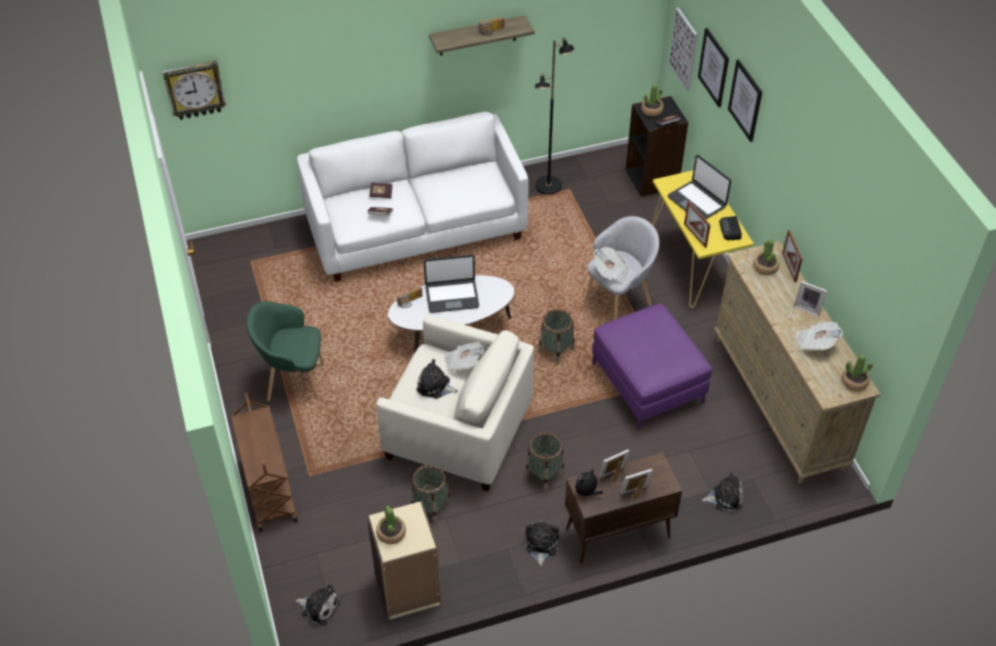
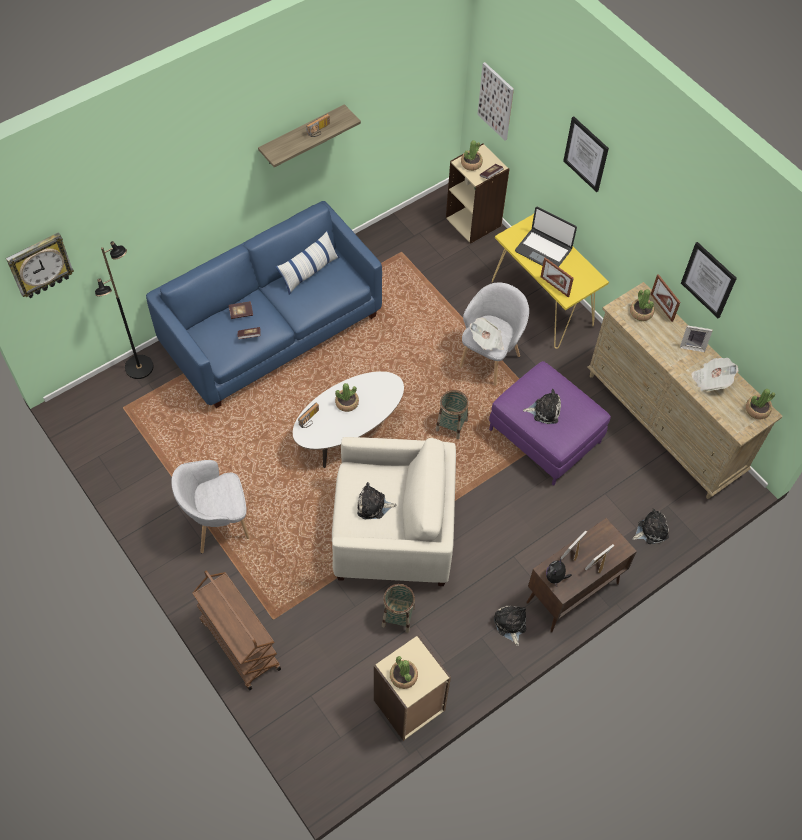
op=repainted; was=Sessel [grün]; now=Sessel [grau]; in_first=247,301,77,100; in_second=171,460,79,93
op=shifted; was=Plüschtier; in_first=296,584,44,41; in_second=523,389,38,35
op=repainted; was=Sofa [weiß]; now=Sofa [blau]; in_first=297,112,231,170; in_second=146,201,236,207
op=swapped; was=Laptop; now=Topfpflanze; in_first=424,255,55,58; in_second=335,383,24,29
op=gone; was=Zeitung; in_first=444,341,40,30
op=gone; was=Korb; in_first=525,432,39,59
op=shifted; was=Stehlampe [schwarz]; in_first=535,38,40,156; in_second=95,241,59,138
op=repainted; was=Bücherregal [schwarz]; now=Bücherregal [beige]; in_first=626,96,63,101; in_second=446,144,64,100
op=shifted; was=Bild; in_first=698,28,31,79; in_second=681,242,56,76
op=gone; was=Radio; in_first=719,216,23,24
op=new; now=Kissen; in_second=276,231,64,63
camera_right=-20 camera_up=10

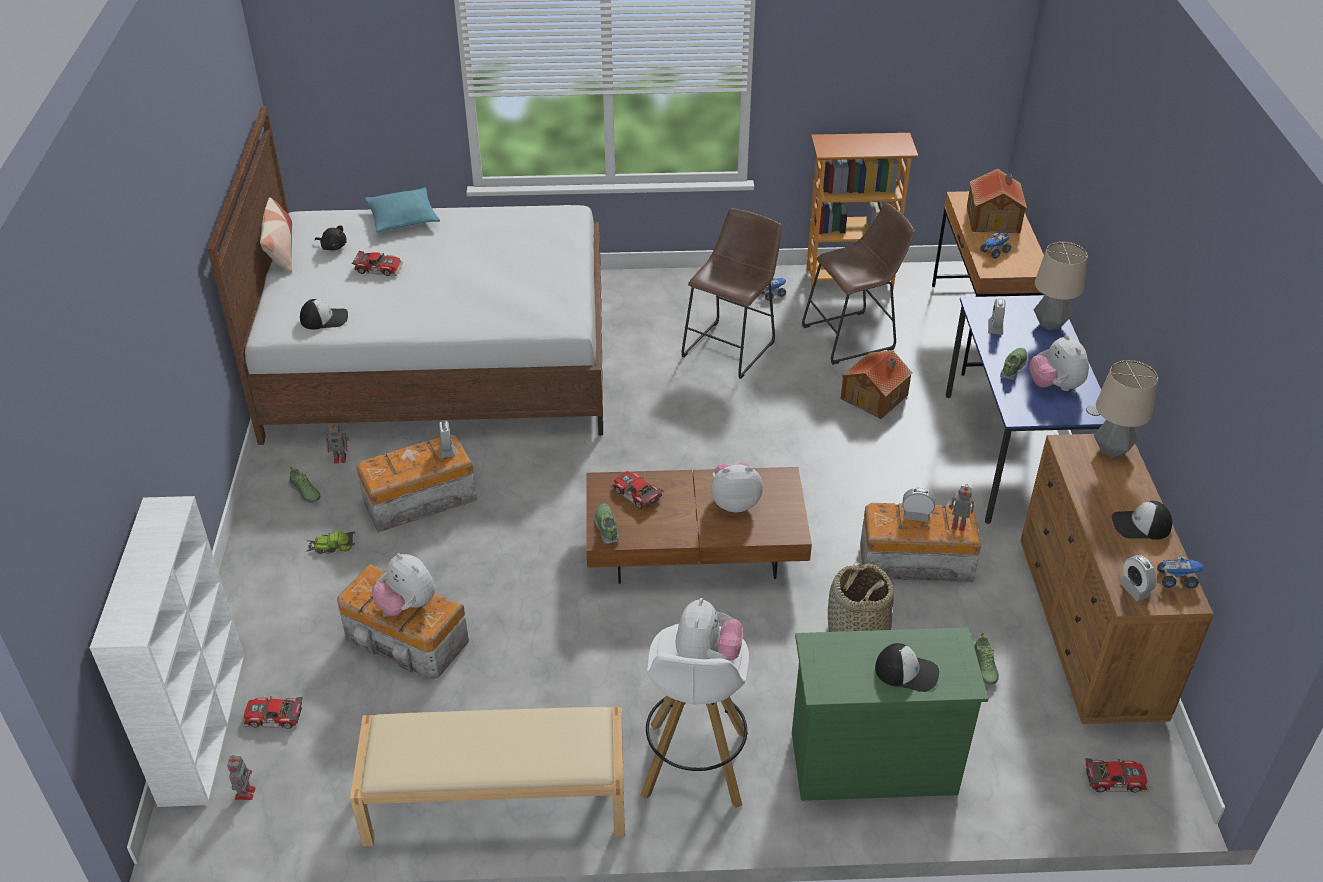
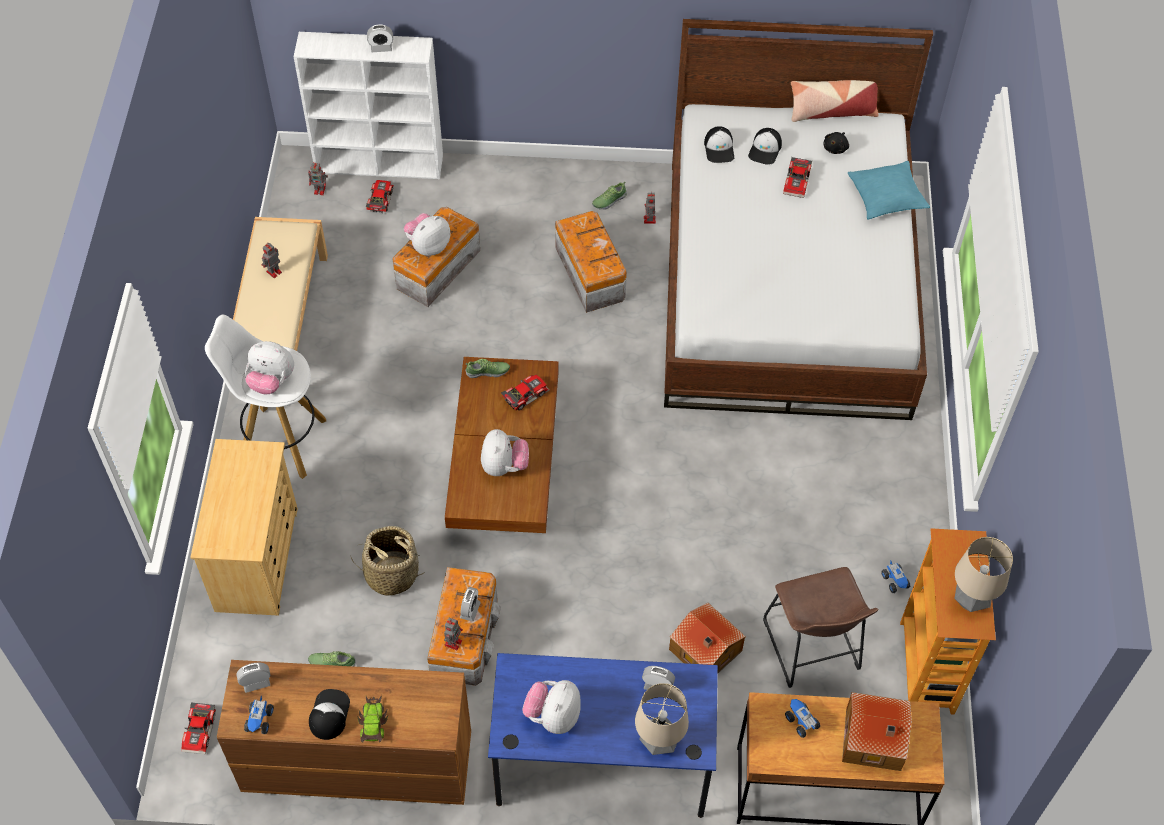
op=shifted; was=Spielzeugauto; in_first=305,530,50,24; in_second=357,695,31,48
op=shifted; was=Wecker; in_first=439,421,17,37; in_second=367,24,26,28
op=gone; was=Hocker [braun]; in_first=681,208,101,171
op=repainted; was=Kommode [grün]; now=Kommode [beige]; in_first=792,628,197,173; in_second=190,439,108,177
op=shifted; was=Kappe; in_first=875,643,64,49; in_second=748,128,34,37
op=gone; was=Schuh; in_first=1000,348,27,32
op=rotated; was=Plüschtier; in_first=1029,335,60,56; in_second=522,680,59,54; clockwise=-60
op=shifted; was=Tischlampe; in_first=1094,360,64,98; in_second=954,537,59,75
op=new; now=Spielzeugroboter; in_second=261,243,21,35
camera_right=95 camera_up=15

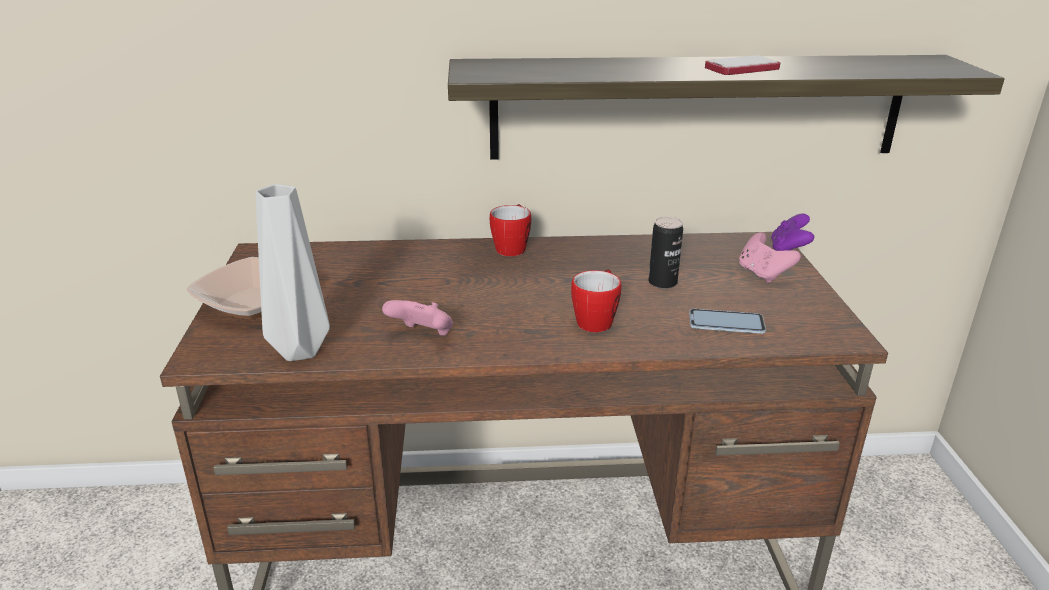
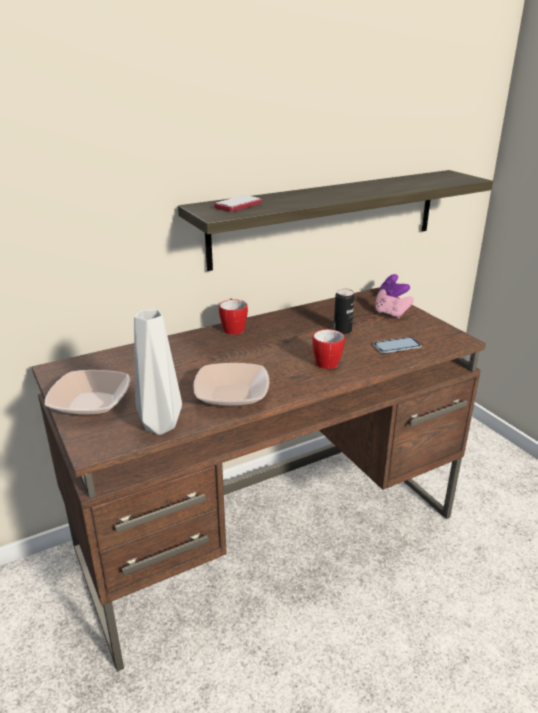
op=swapped; was=Gamepad [rosa]; now=Schüssel; in_first=382,300,71,36; in_second=194,363,76,45
op=shifted; was=Handy; in_first=705,55,75,20; in_second=214,195,48,17
camera_right=-25 camera_up=0

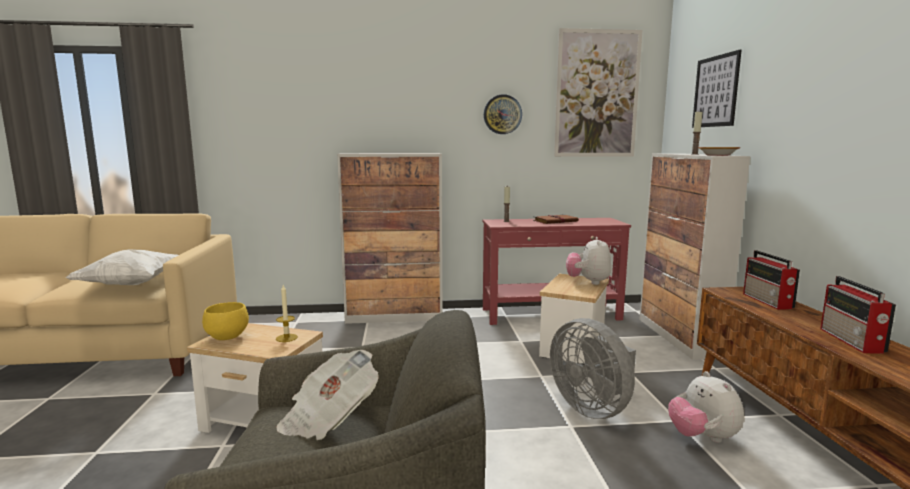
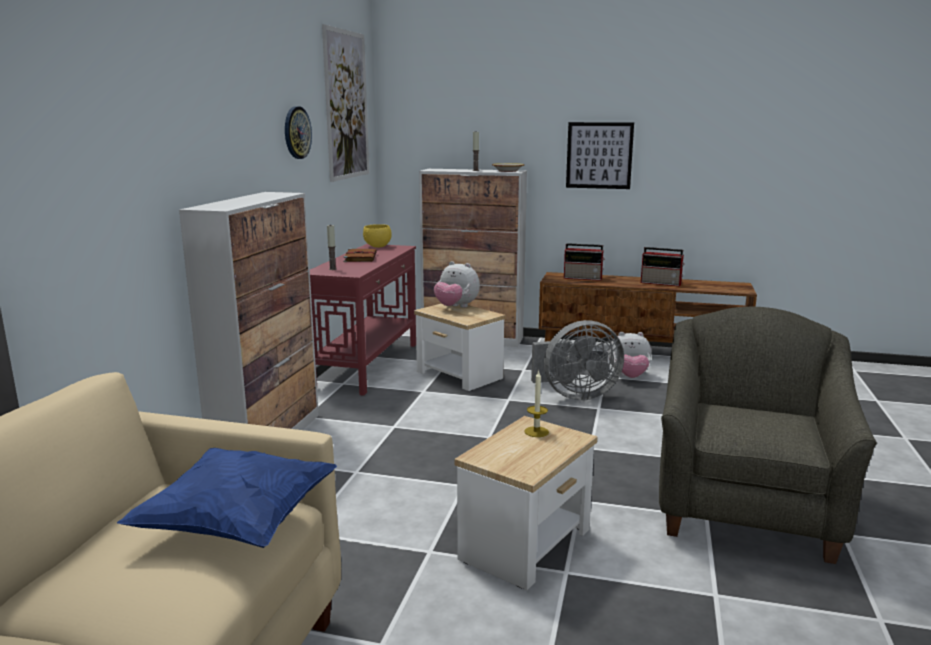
op=repainted; was=Kissen [weiß]; now=Kissen [blau]; in_first=65,249,113,36; in_second=117,448,220,100
op=shifted; was=Schüssel [gelb]; in_first=202,302,47,38; in_second=363,224,29,24
op=gone; was=Zeitung; in_first=276,350,103,90
op=shifted; was=Bild; in_first=692,50,50,78; in_second=566,122,68,67
camera_right=-70 camera_up=5

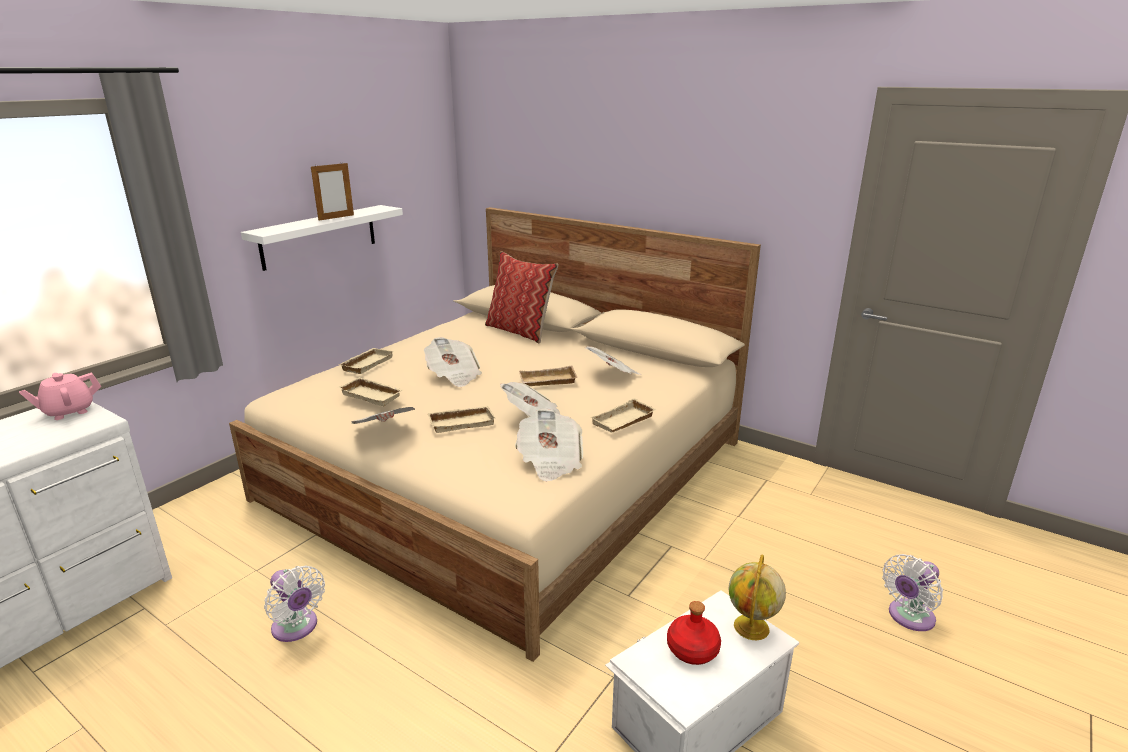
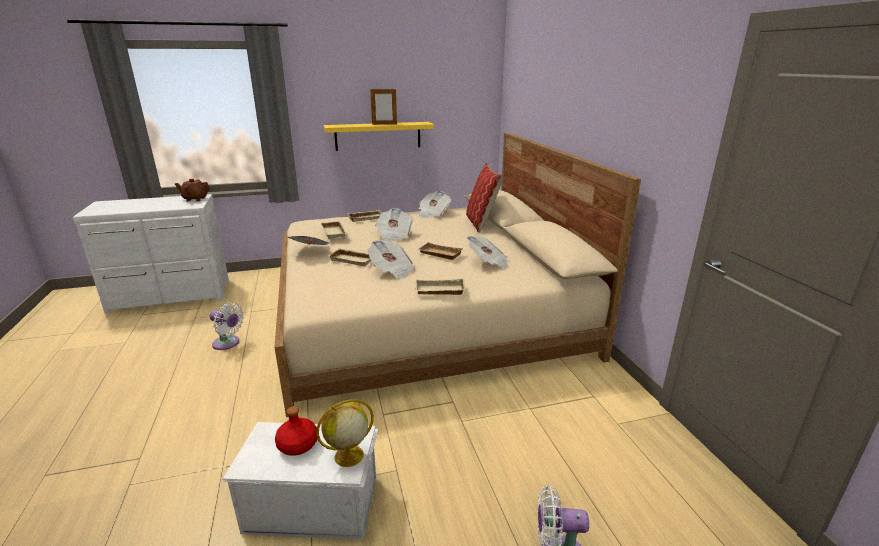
op=repainted; was=Teekanne [rosa]; now=Teekanne [braun]; in_first=19,372,82,48; in_second=175,179,35,22
op=repainted; was=Wandregal [weiß]; now=Wandregal [gelb]; in_first=241,205,162,66; in_second=324,122,110,29
op=rotated; was=Ventilator [weiß]; in_first=264,565,61,77; in_second=210,302,34,48; clockwise=-60
op=shifted; was=Zeitung; in_first=515,409,68,73; in_second=418,191,33,27
camera_right=40 camera_up=0

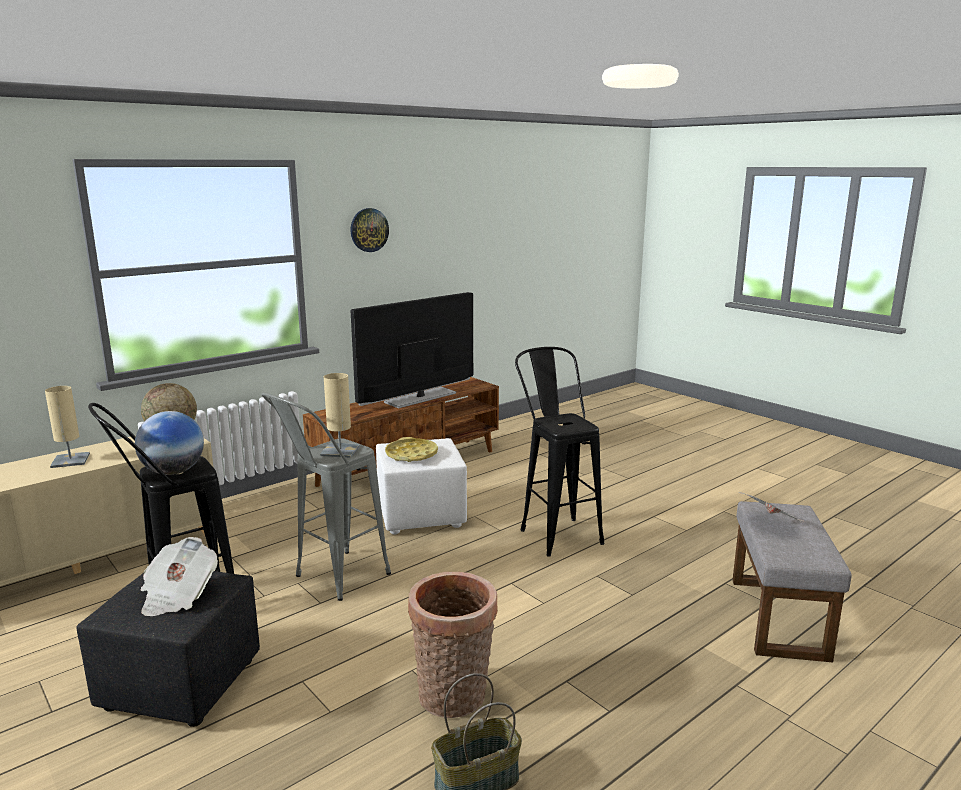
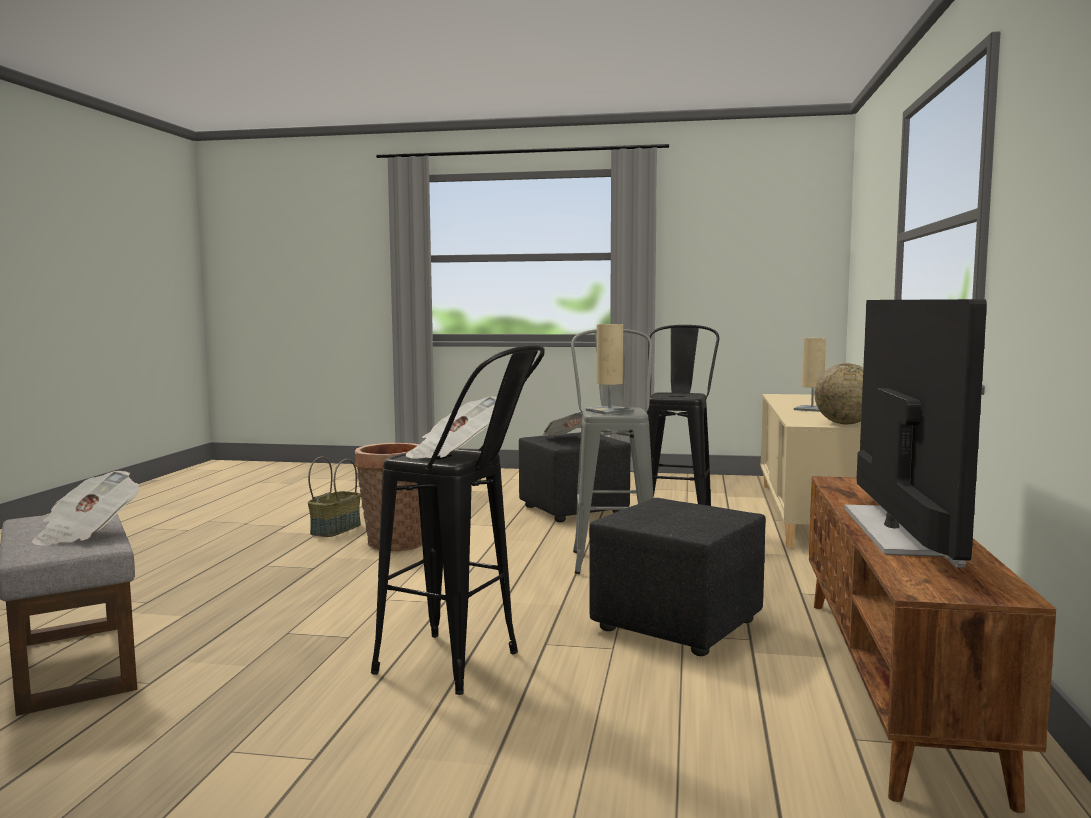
op=gone; was=Globus; in_first=135,411,69,64
op=gone; was=Wanduhr; in_first=350,208,39,44
op=repainted; was=Polsterhocker [weiß]; now=Polsterhocker [schwarz]; in_first=376,438,91,97; in_second=589,498,177,158
op=gone; was=Tablett [gelb]; in_first=385,437,53,25
op=new; now=Zeitung; in_second=406,396,91,63
camera_right=140 camera_up=-10

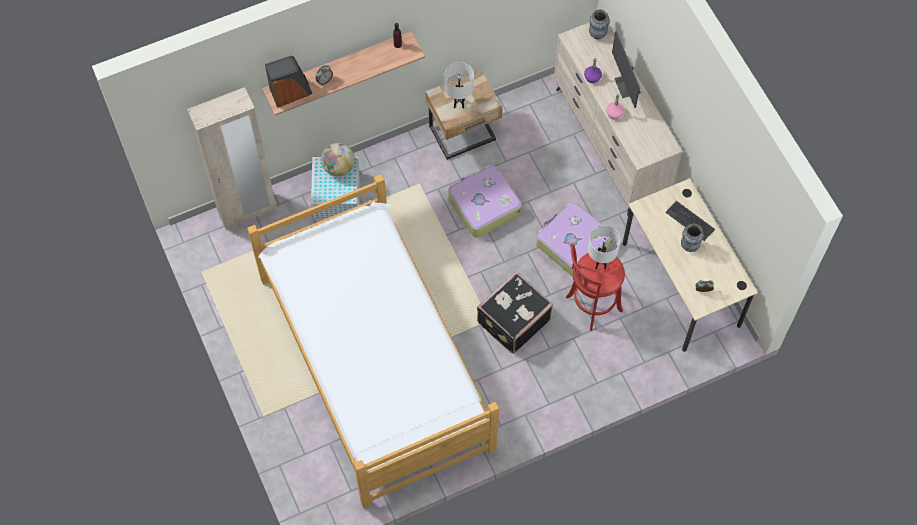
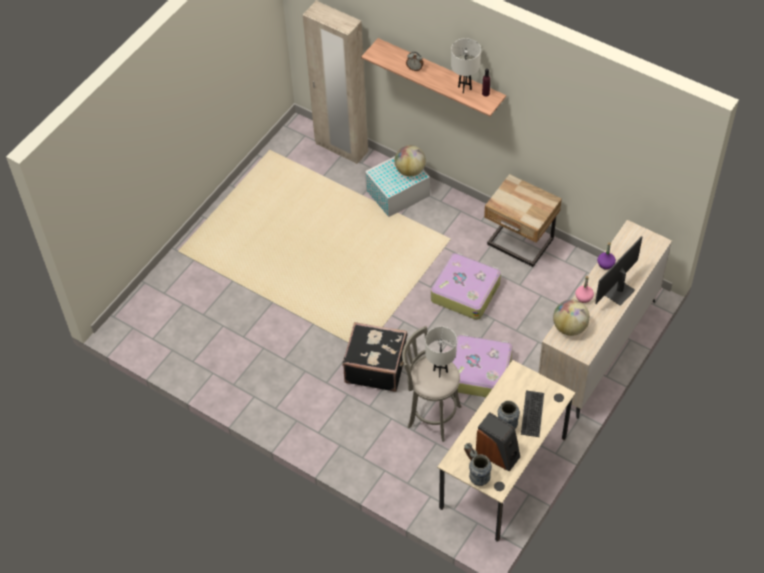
op=gone; was=Bett; in_first=247,174,252,335
op=shifted; was=Lautsprecher; in_first=265,56,47,52; in_second=476,412,44,60
op=shifted; was=Tischlampe [weiß]; in_first=444,62,30,47; in_second=451,38,30,55
op=repainted; was=Hocker [rot]; now=Hocker [grau]; in_first=566,244,59,87; in_second=402,326,60,116
op=shifted; was=Vase; in_first=589,9,21,30; in_second=469,454,23,32
op=new; now=Globus; in_second=553,299,37,37
camera_right=60 camera_up=-10

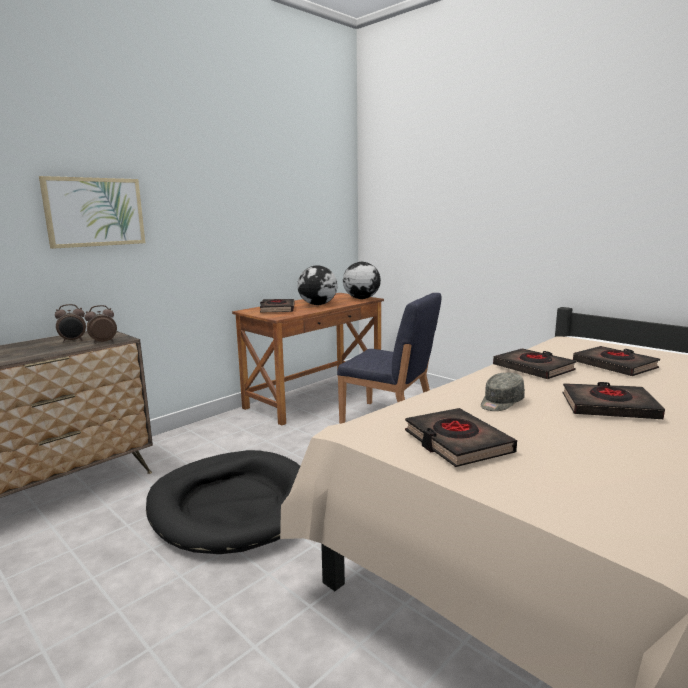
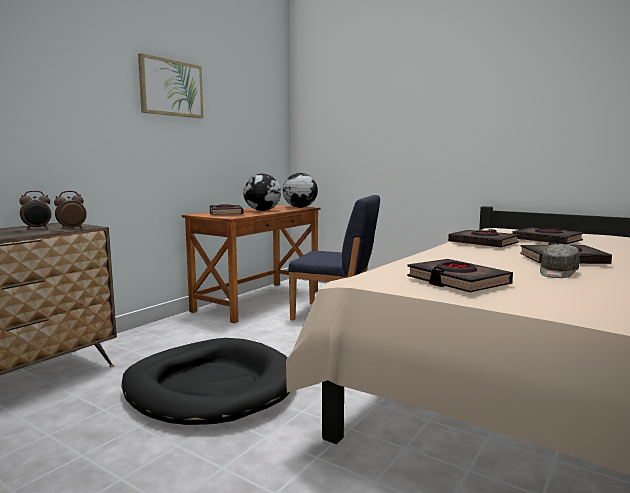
op=shifted; was=Bild; in_first=39,176,106,73; in_second=138,53,66,65
op=shifted; was=Kappe [grau]; in_first=481,372,44,39; in_second=540,244,39,34
camera_right=-10 camera_up=-5

